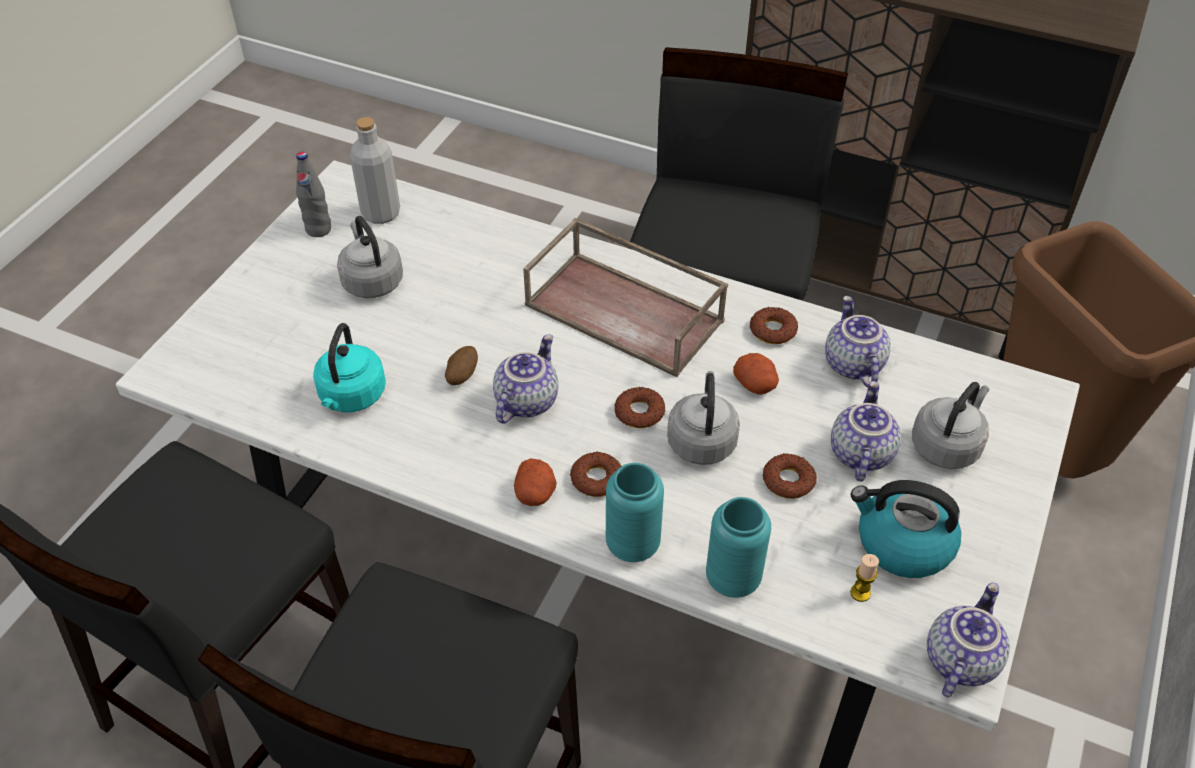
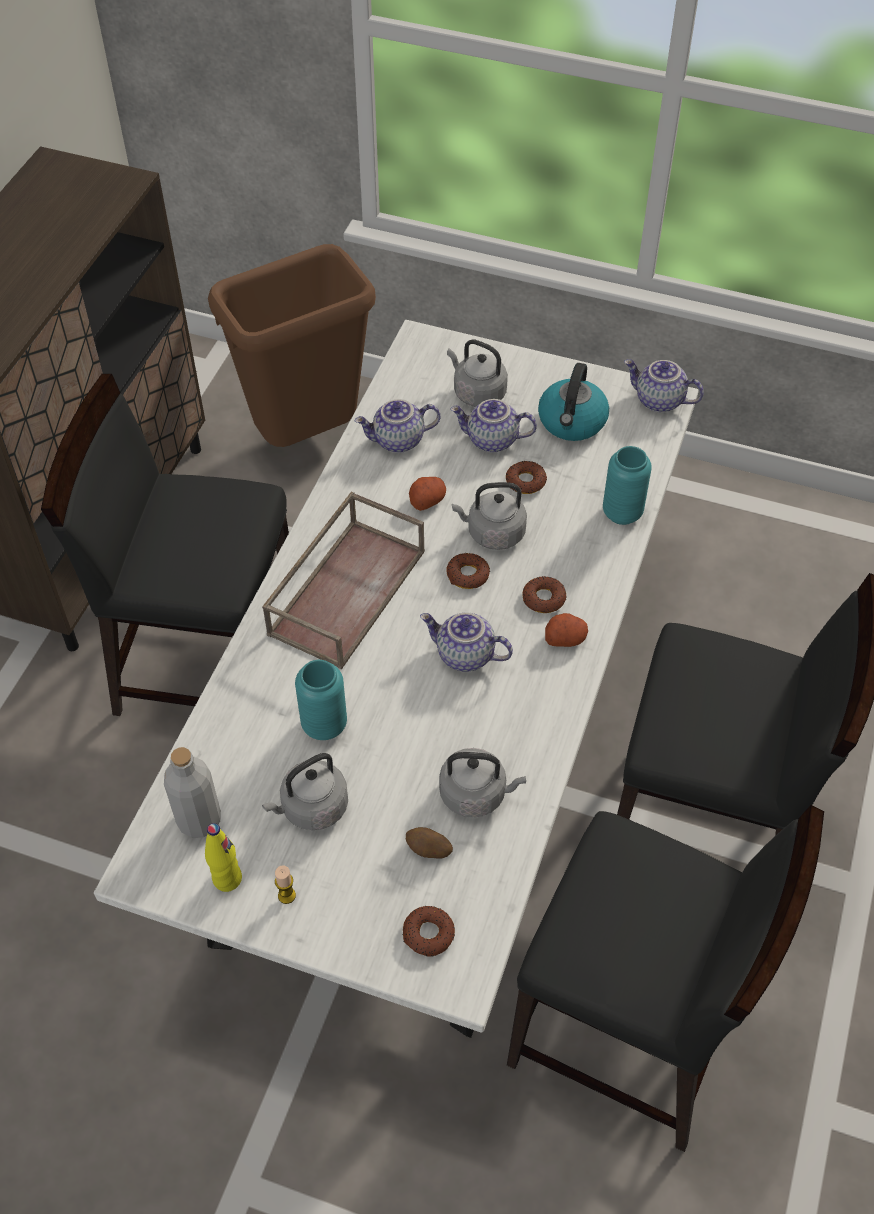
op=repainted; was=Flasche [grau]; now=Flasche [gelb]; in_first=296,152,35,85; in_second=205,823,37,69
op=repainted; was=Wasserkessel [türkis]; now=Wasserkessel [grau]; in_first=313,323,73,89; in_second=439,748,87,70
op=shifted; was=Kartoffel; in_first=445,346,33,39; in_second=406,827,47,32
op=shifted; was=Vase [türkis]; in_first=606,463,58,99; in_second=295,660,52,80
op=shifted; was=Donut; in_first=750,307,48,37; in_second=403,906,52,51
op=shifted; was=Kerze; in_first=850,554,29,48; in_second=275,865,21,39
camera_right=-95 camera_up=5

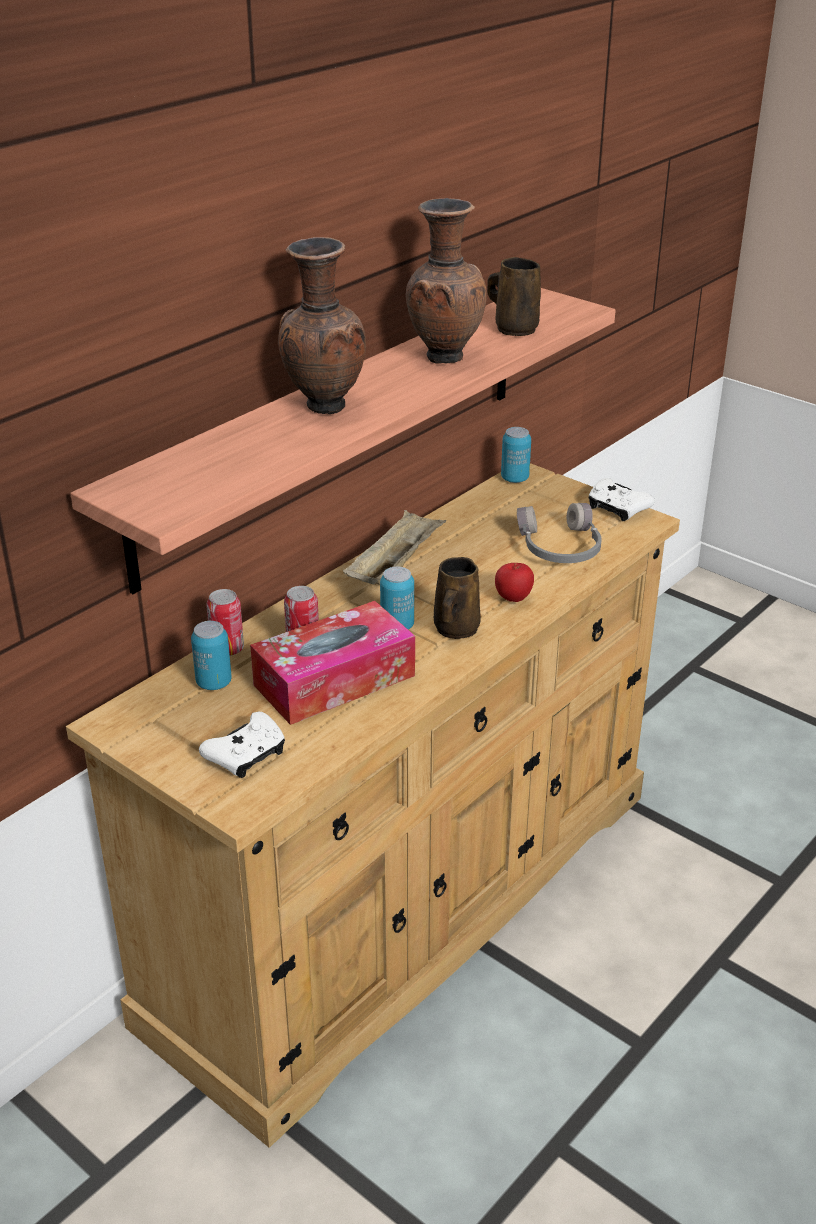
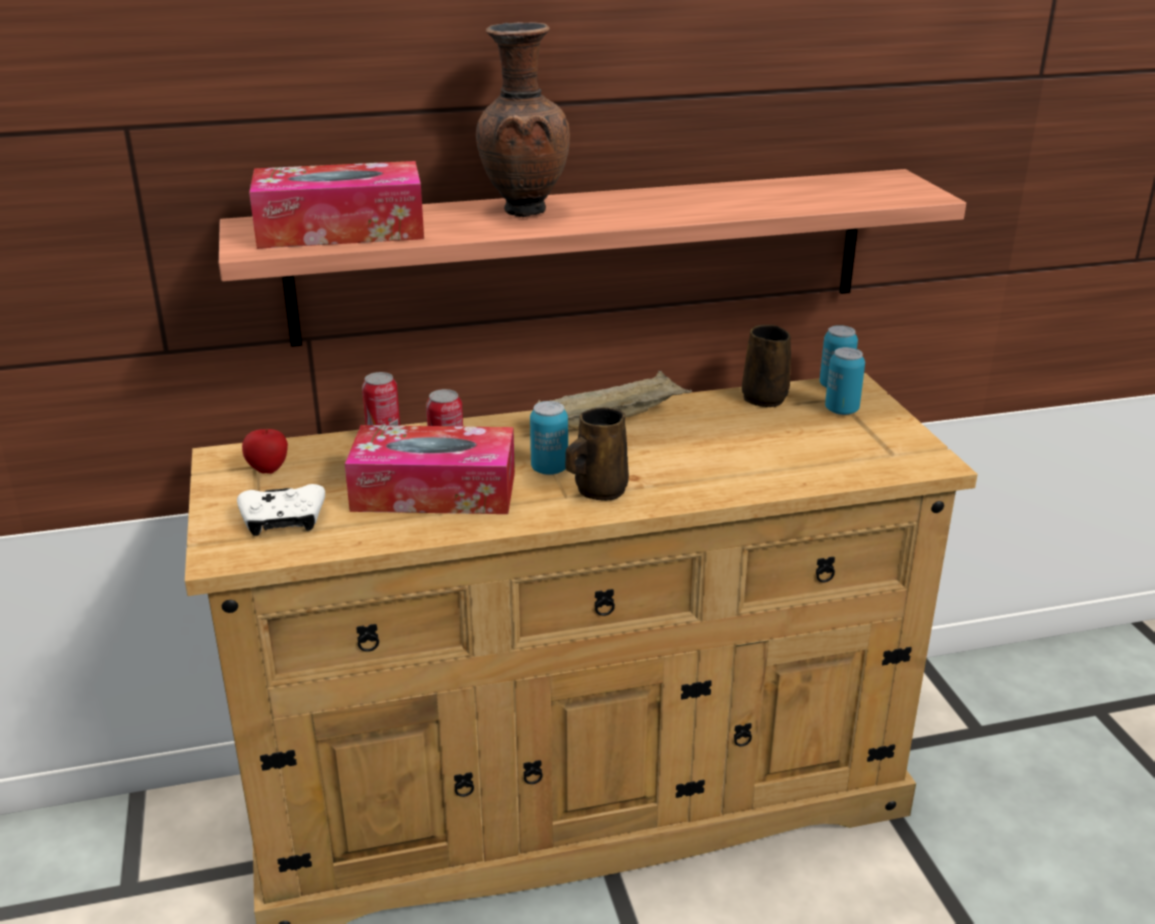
op=shifted; was=Dose; in_first=191,621,41,69; in_second=825,347,40,68
op=gone; was=Vase [braun]; in_first=406,198,81,166
op=shifted; was=Henkelbecher [braun]; in_first=487,257,54,79; in_second=742,325,49,84
op=shifted; was=Apfel; in_first=495,563,39,39; in_second=242,429,46,45
op=gone; was=Kopfhörer [grau]; in_first=517,503,85,60
op=gone; was=Gamepad [weiß]; in_first=589,478,66,43
op=new; now=Taschentuchbox; in_second=249,161,175,88
camera_right=35 camera_up=-5

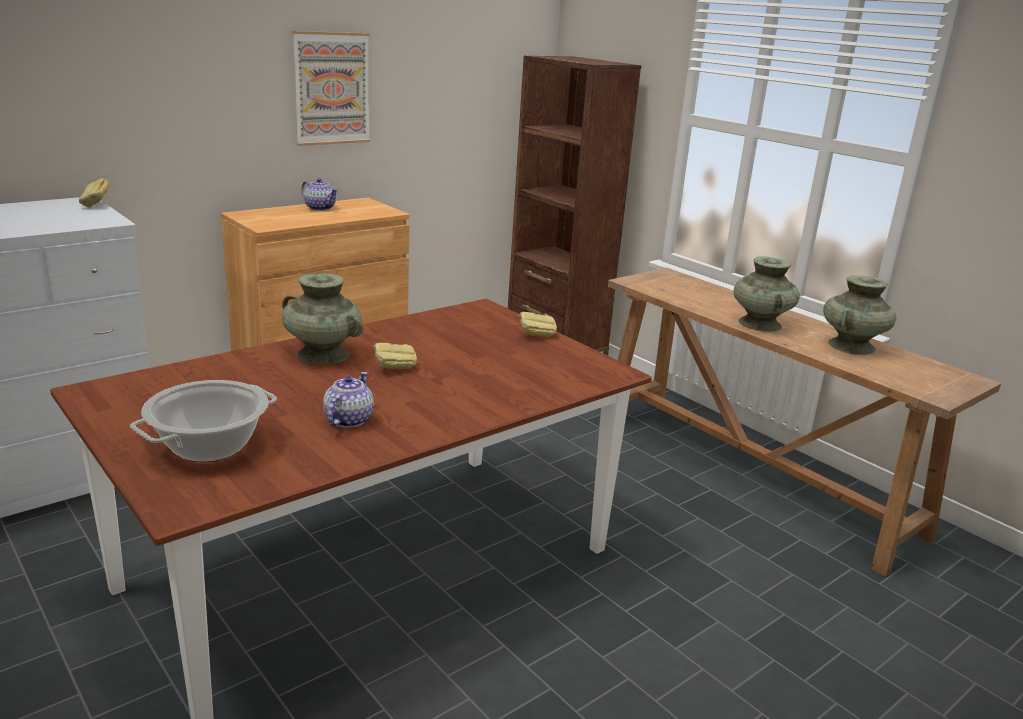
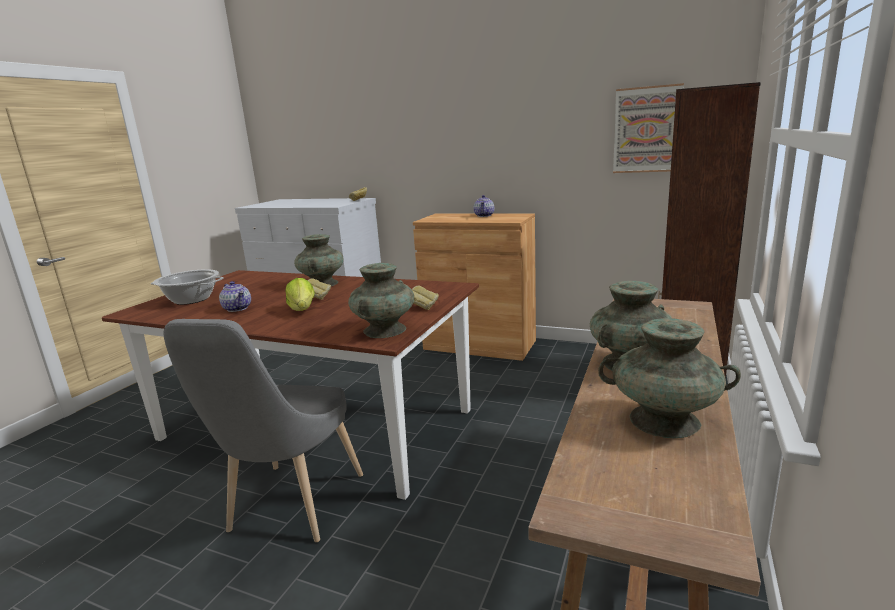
op=shifted; was=Bild; in_first=292,31,78,115; in_second=613,83,71,90
op=rotated; was=Teekanne; in_first=323,372,51,56; in_second=219,281,32,31; clockwise=60
op=new; now=Stuhl [grau]; in_second=163,319,200,223
op=new; now=Salatkopf; in_second=285,278,30,33
op=new; now=Vase [türkis]; in_second=348,263,66,75
camera_right=65 camera_up=-5

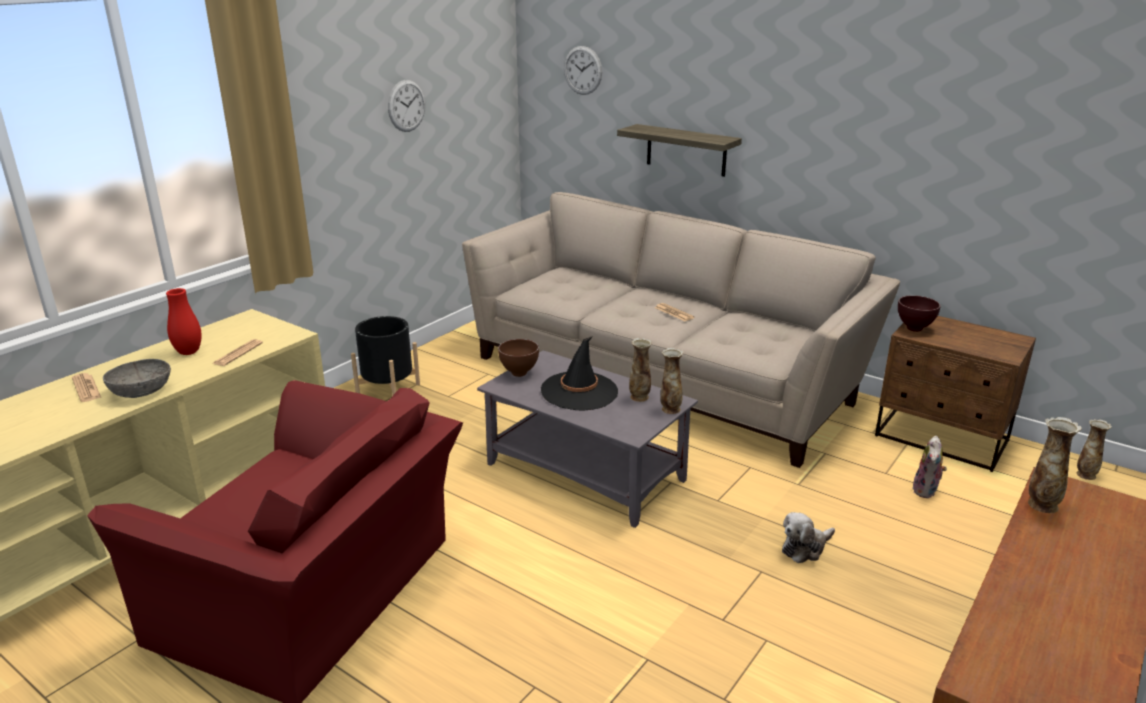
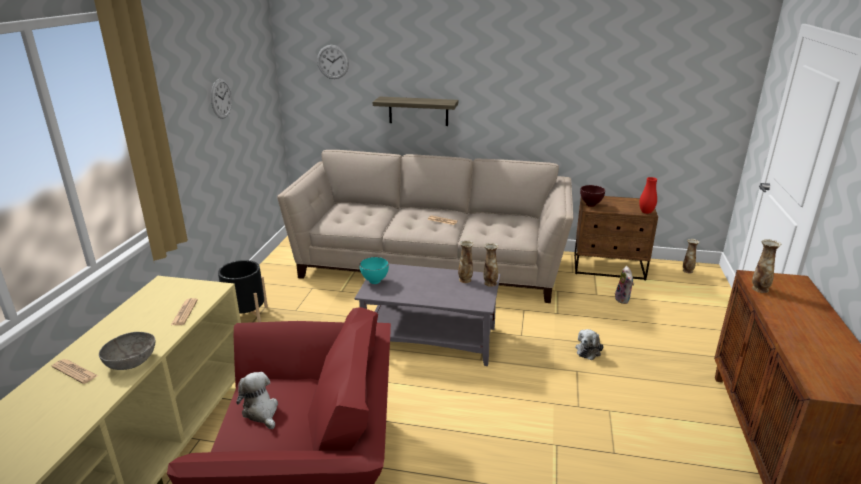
op=shifted; was=Vase [rot]; in_first=166,288,36,67; in_second=639,177,18,37
op=repainted; was=Schüssel [braun]; now=Schüssel [türkis]; in_first=498,339,41,38; in_second=359,257,30,27
op=gone; was=Hut [schwarz]; in_first=541,336,77,74
op=new; now=Plüschtier; in_second=236,372,42,57
camera_right=-25 camera_up=0

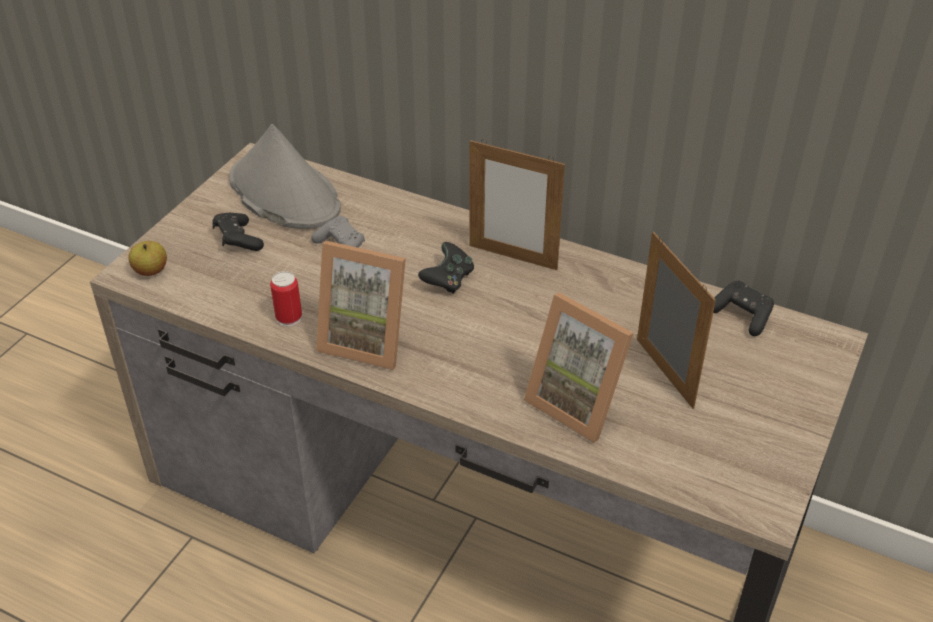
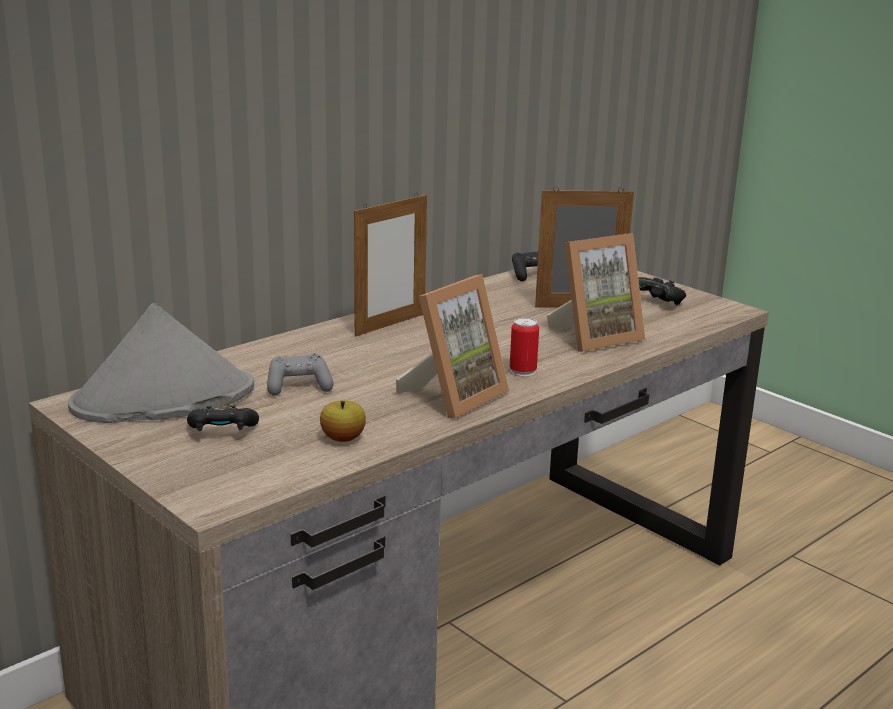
op=shifted; was=Apfel; in_first=129,241,38,35; in_second=320,400,46,42
op=shifted; was=Dose; in_first=270,271,32,56; in_second=510,318,29,59
op=shifted; was=Gamepad [schwarz]; in_first=418,242,56,52; in_second=638,277,48,28
camera_right=-70 camera_up=-20

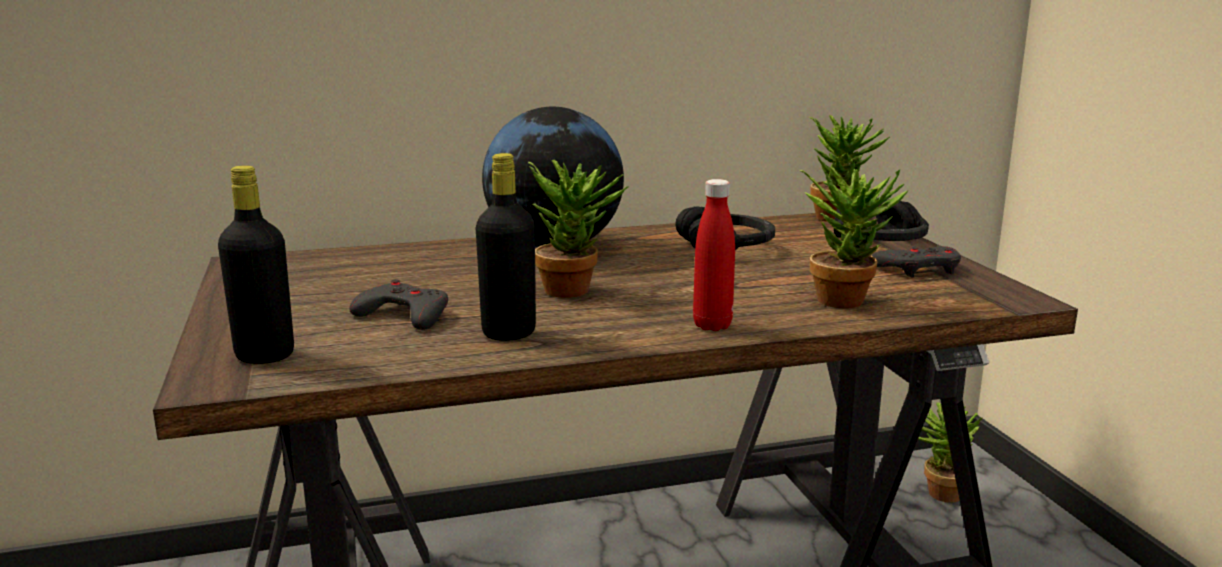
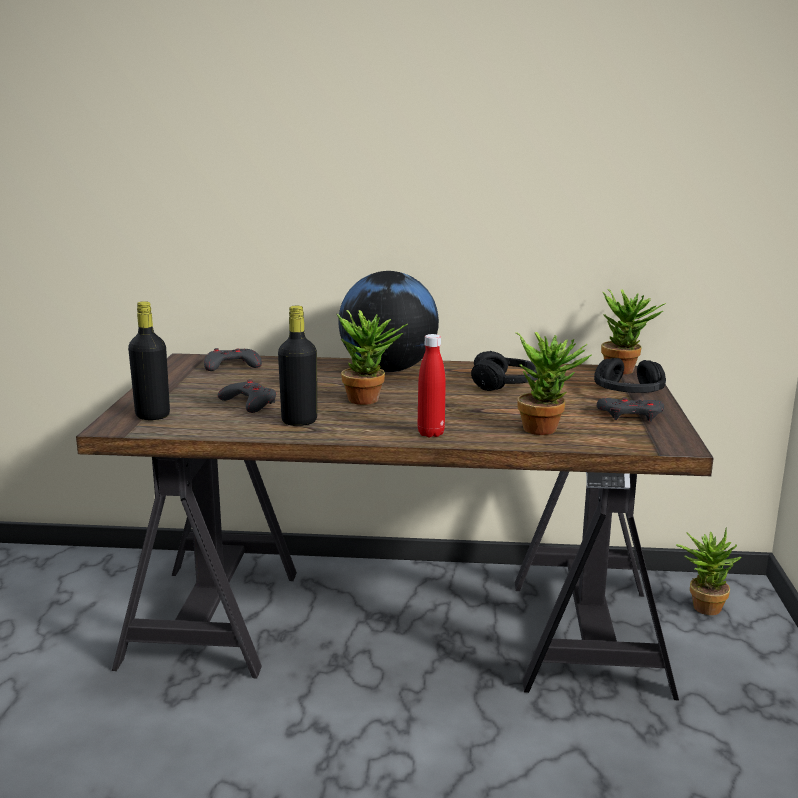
op=new; now=Gamepad [grau]; in_second=204,348,58,23
camera_right=20 camera_up=0

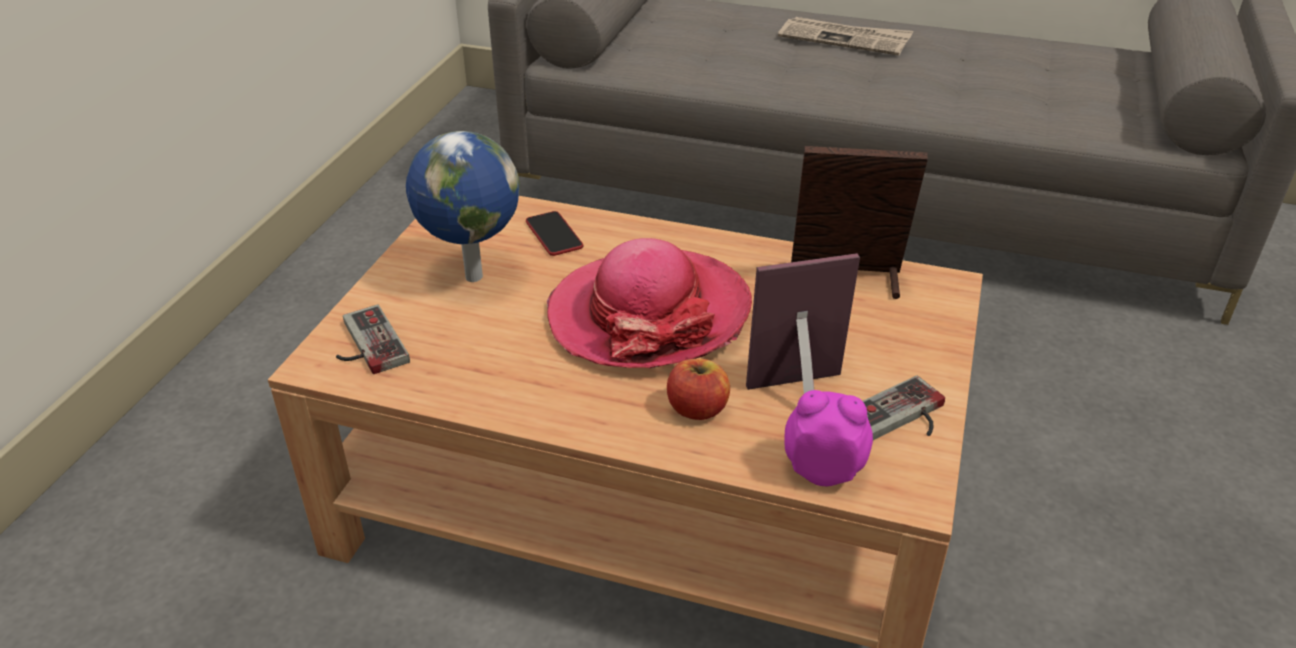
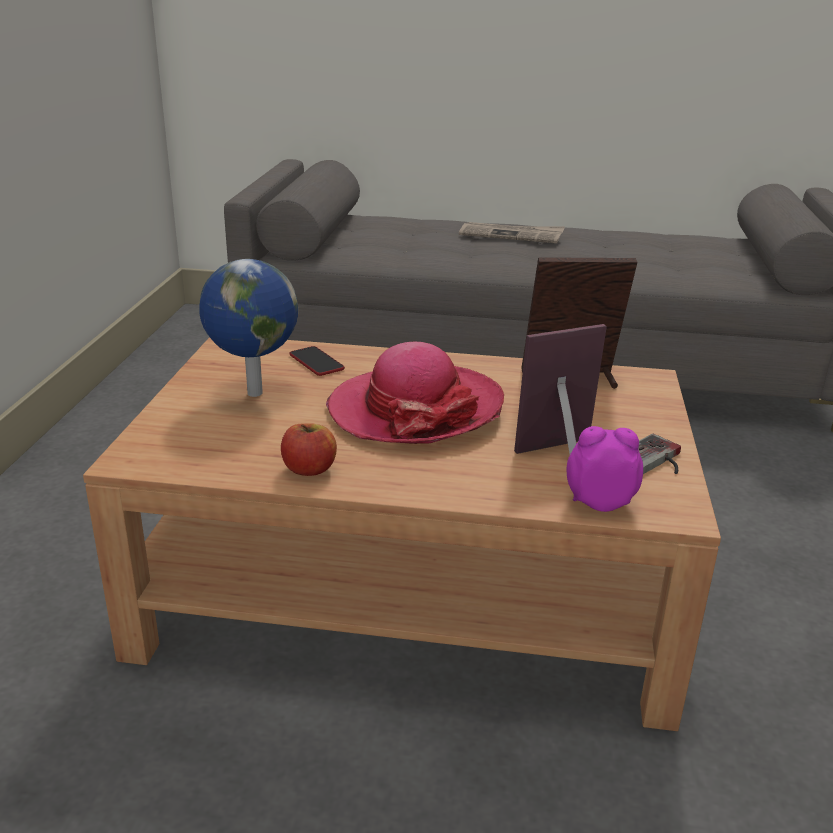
op=gone; was=Gamepad; in_first=336,305,74,69
op=shifted; was=Apfel; in_first=667,359,63,61; in_second=281,424,56,52
camera_right=-10 camera_up=-10

